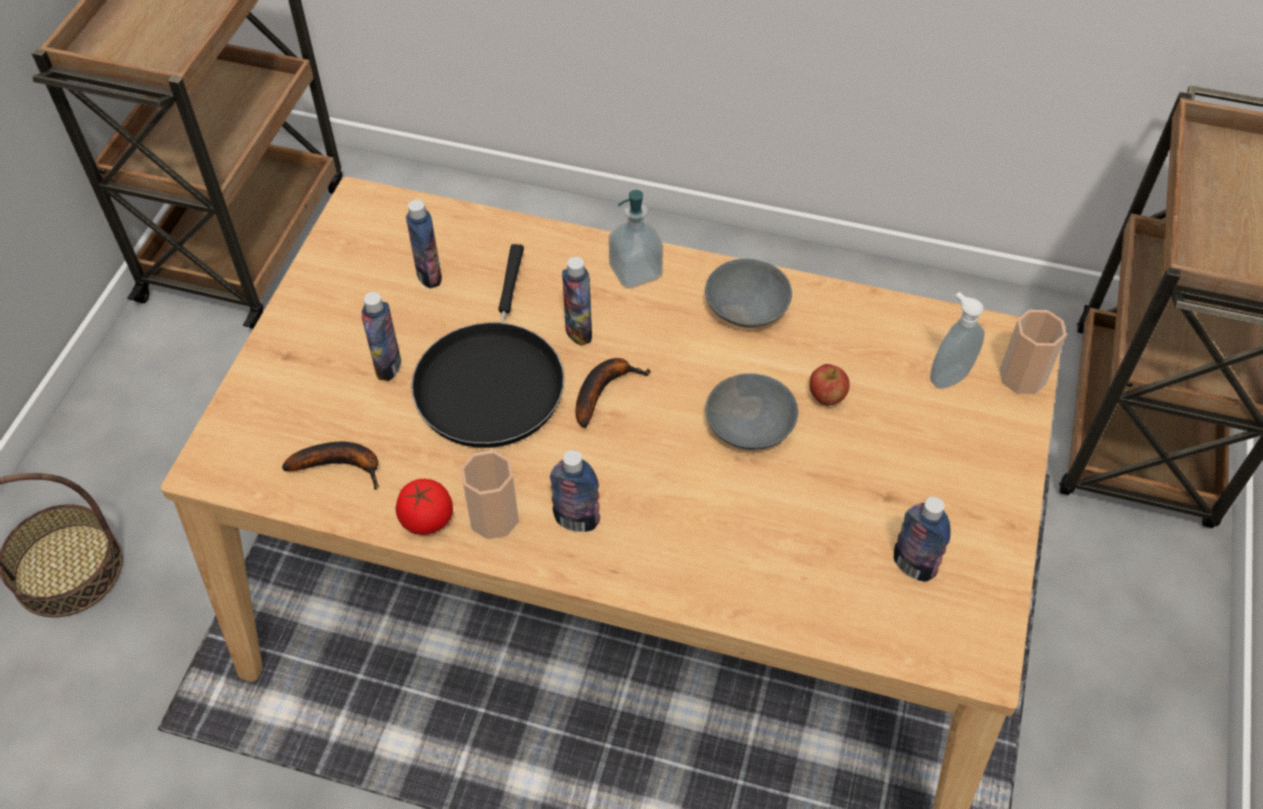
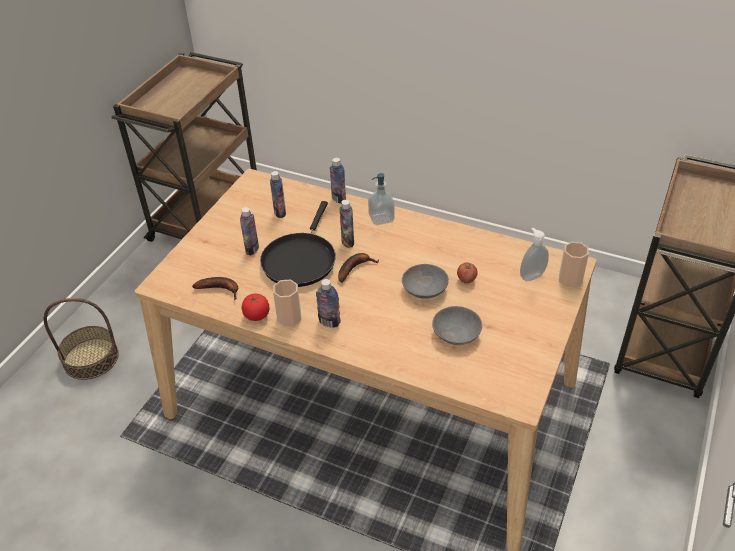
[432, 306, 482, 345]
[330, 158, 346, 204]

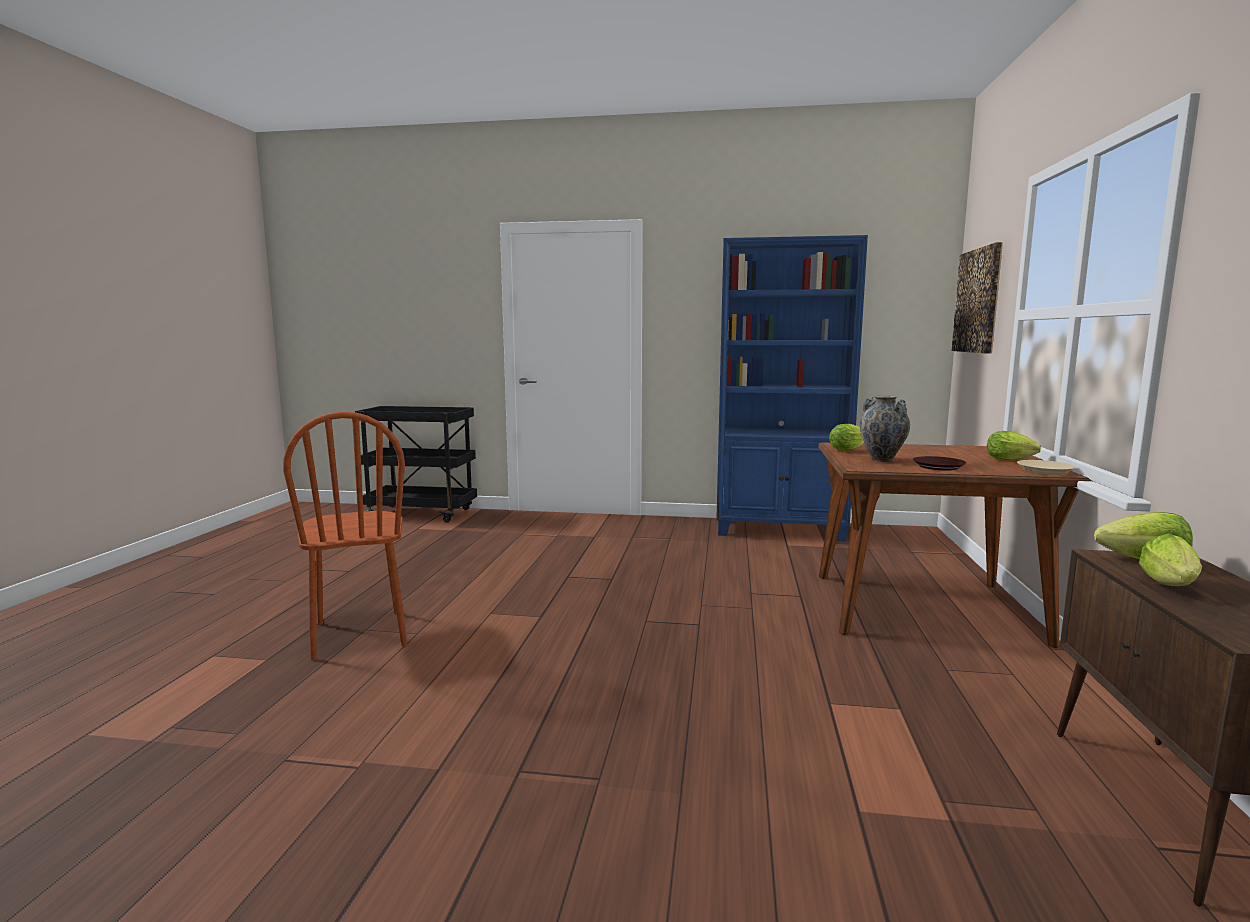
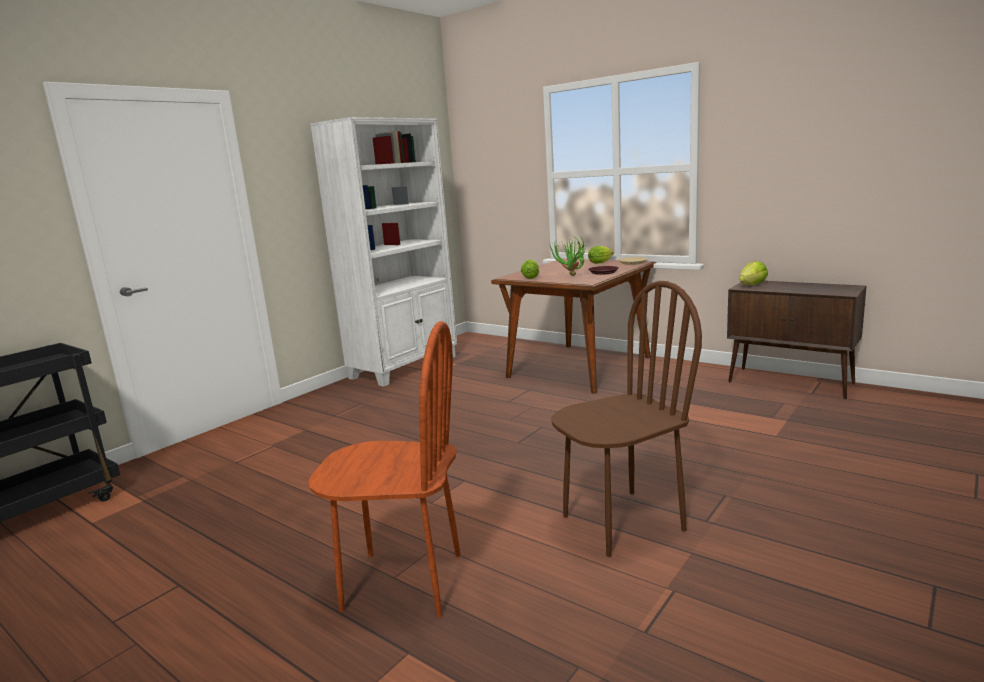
[310, 117, 457, 387]
[549, 235, 586, 276]
[952, 242, 1003, 354] (first image)
[1139, 534, 1202, 586] (first image)
[552, 281, 702, 557]

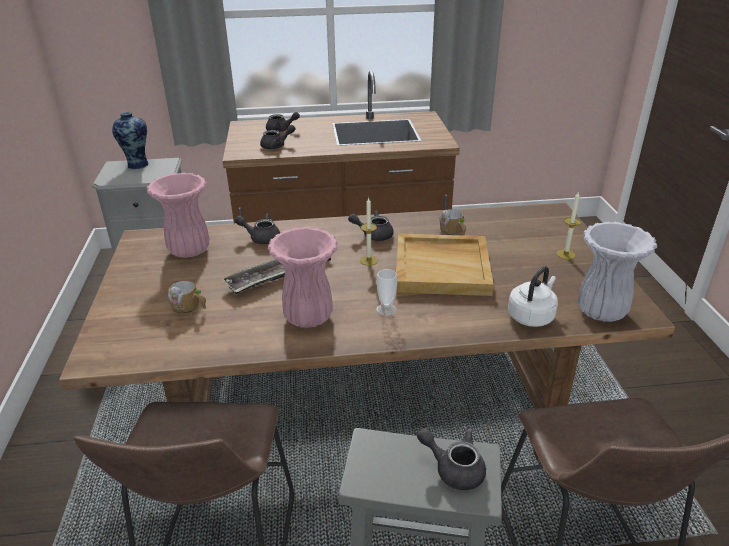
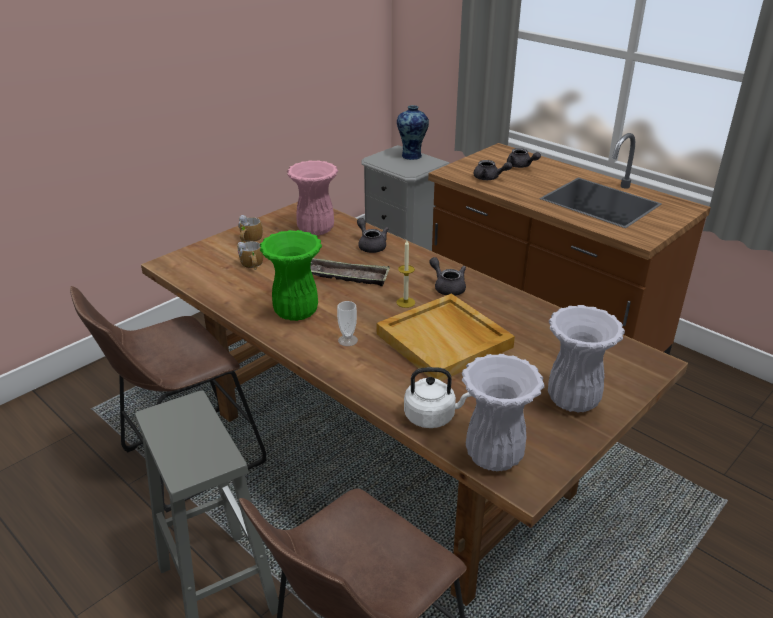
[260, 230, 322, 321]
[417, 428, 486, 490] (first image)
[238, 215, 263, 242]
[548, 305, 625, 413]

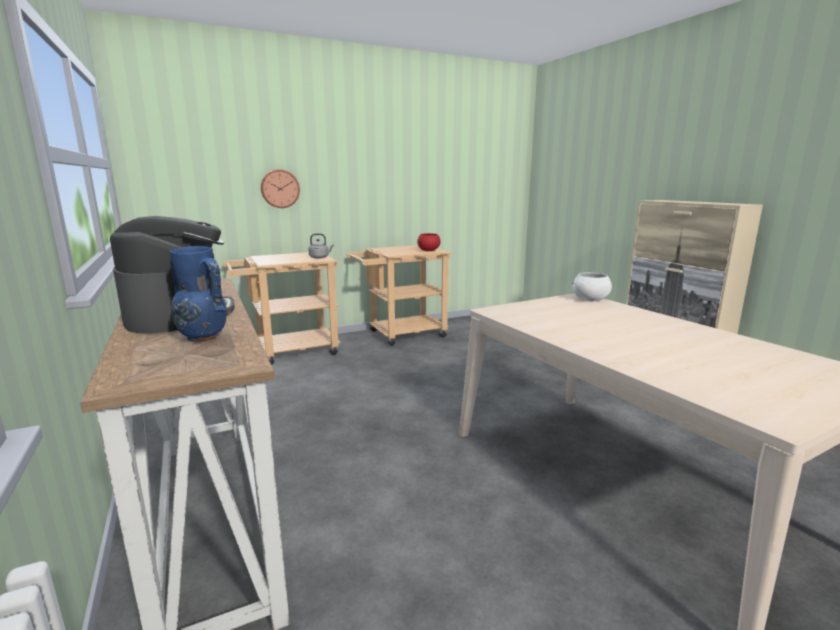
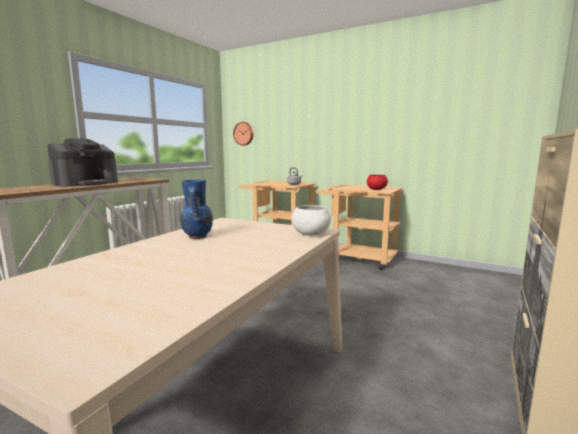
[180, 179, 213, 239]
[233, 122, 253, 145]

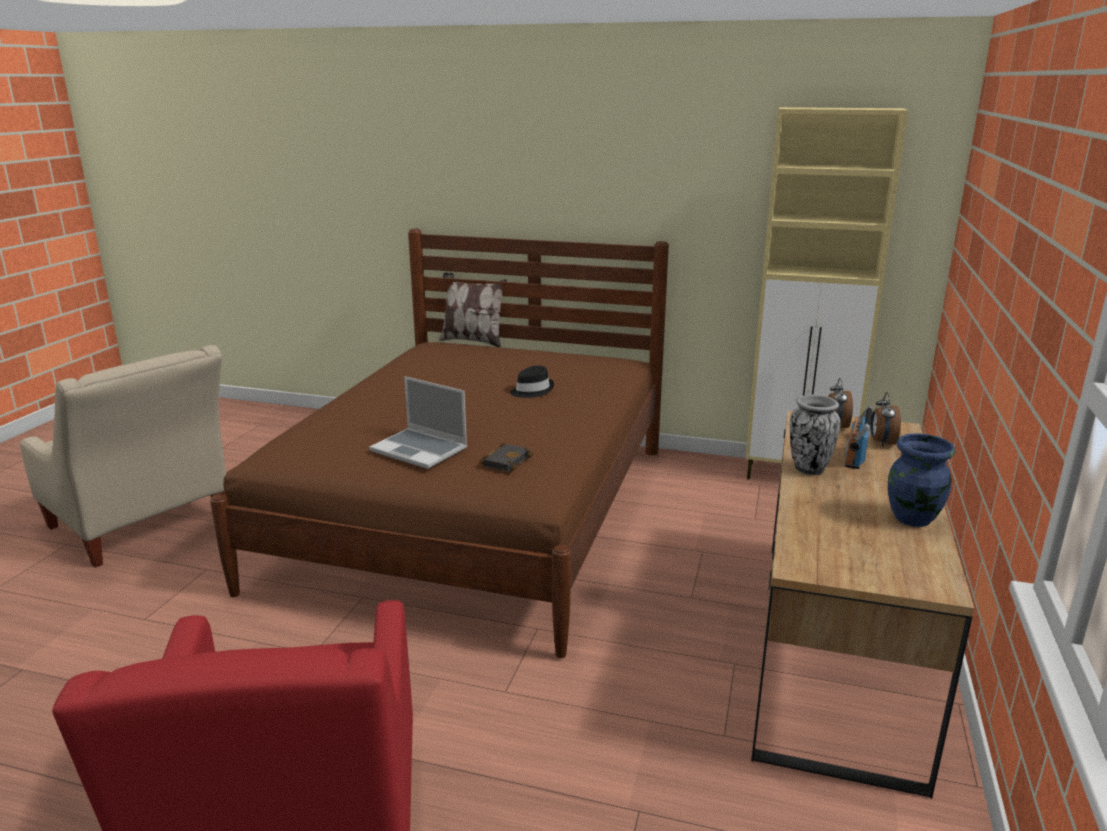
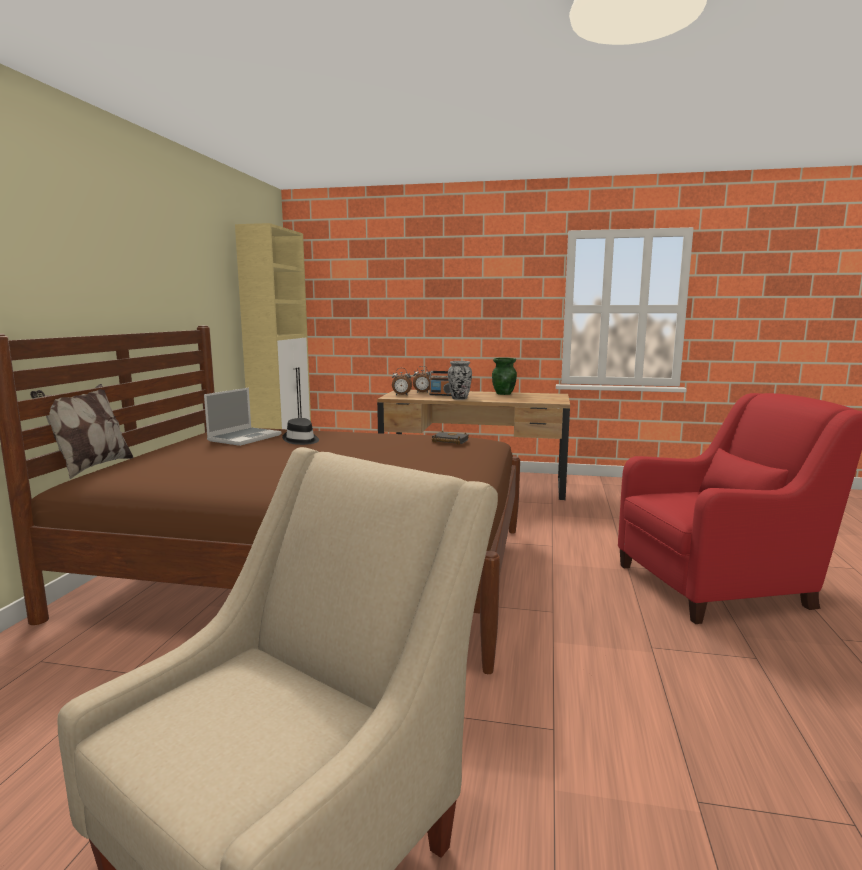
[204, 388, 281, 446]
[492, 358, 517, 395]

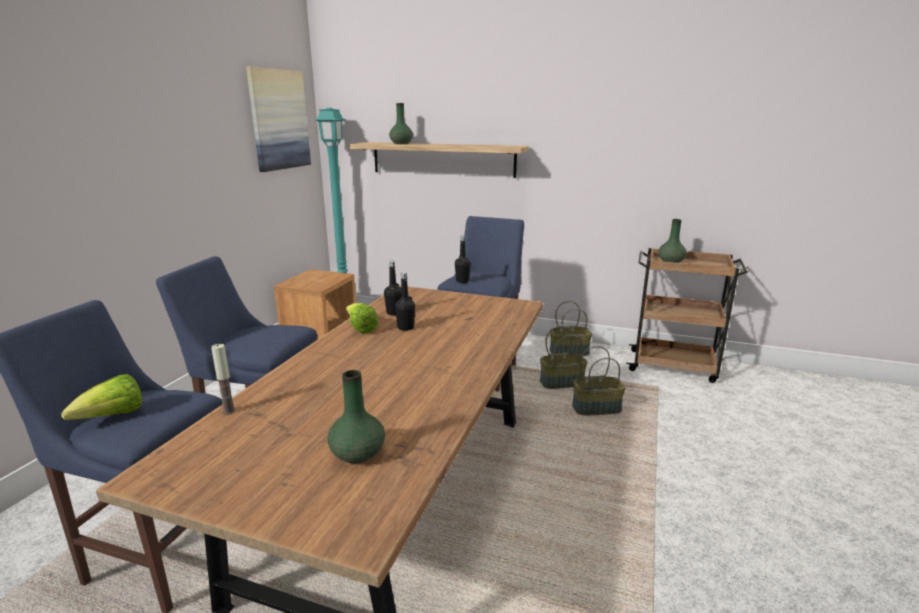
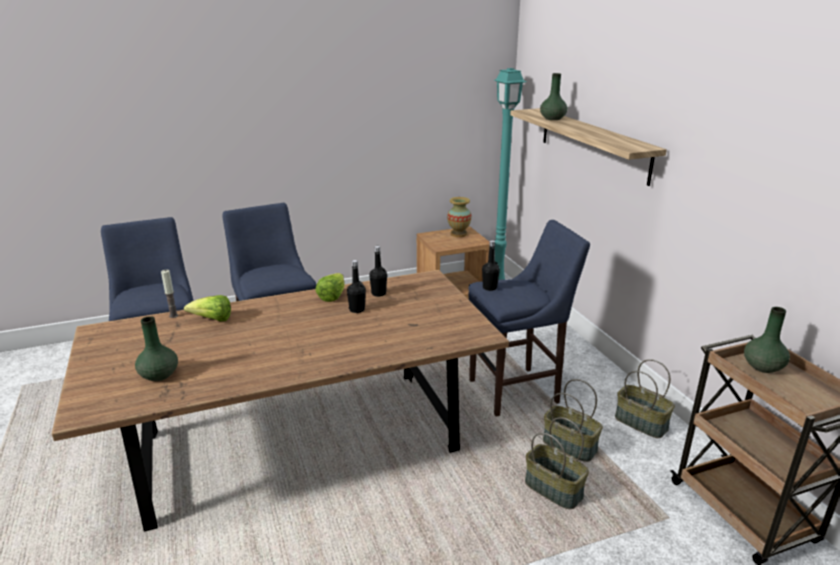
[184, 295, 231, 321]
[246, 66, 311, 172] (first image)
[447, 197, 471, 237]

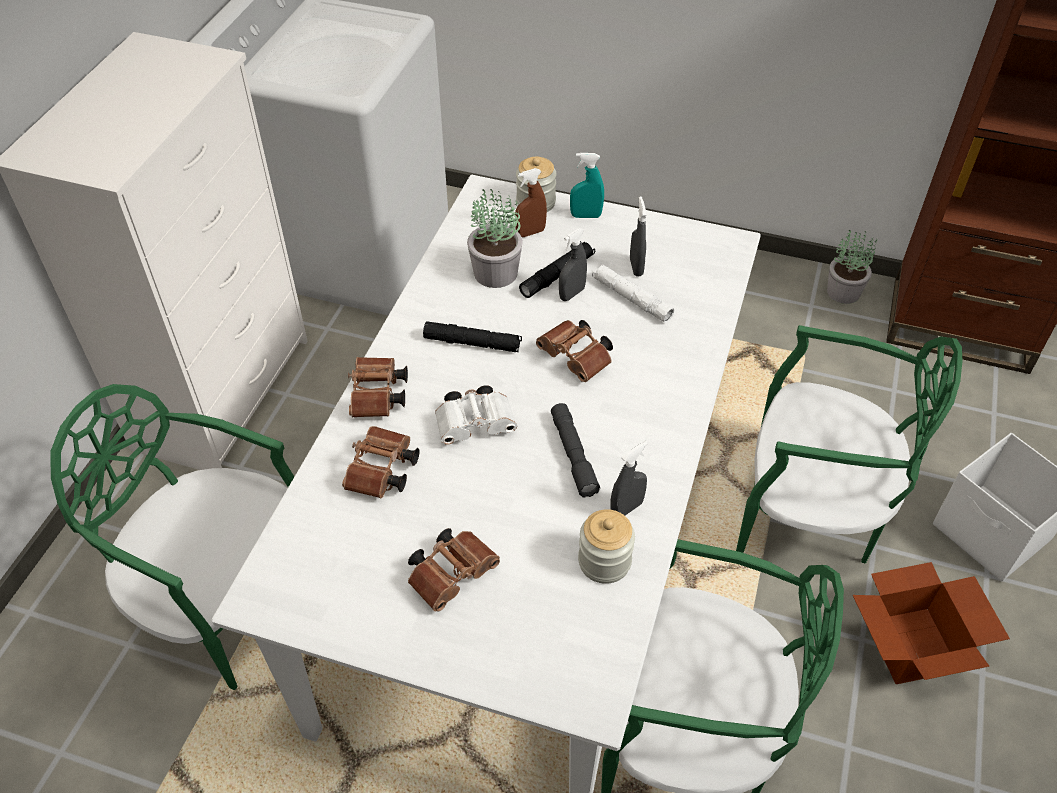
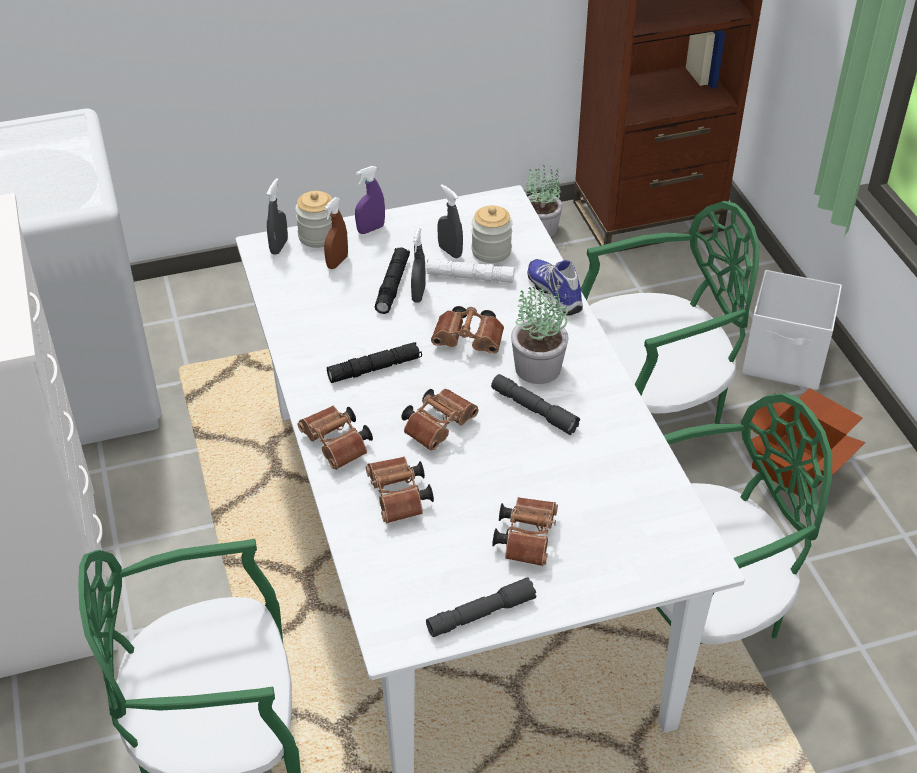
[401, 389, 479, 451]
[511, 286, 569, 384]
[355, 166, 385, 234]
[471, 205, 513, 263]
[267, 178, 288, 255]
[426, 577, 536, 637]
[527, 259, 583, 316]

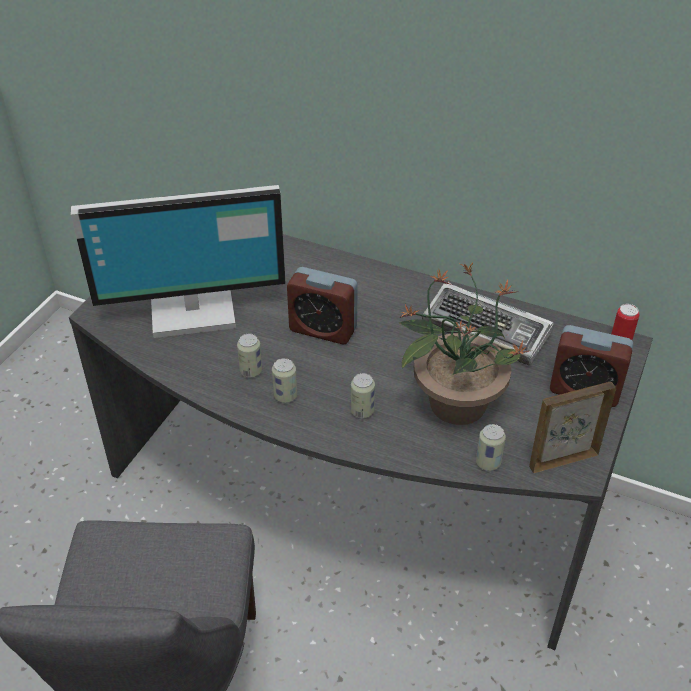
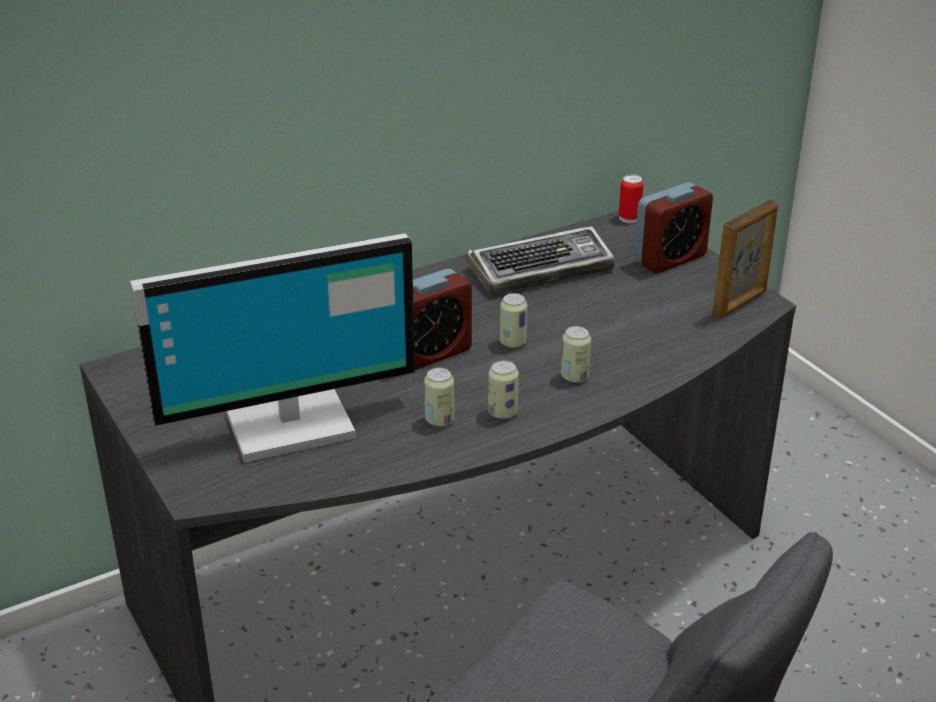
[130, 233, 415, 463]
[399, 262, 533, 425] (first image)
[500, 293, 527, 348]
[712, 200, 778, 318]

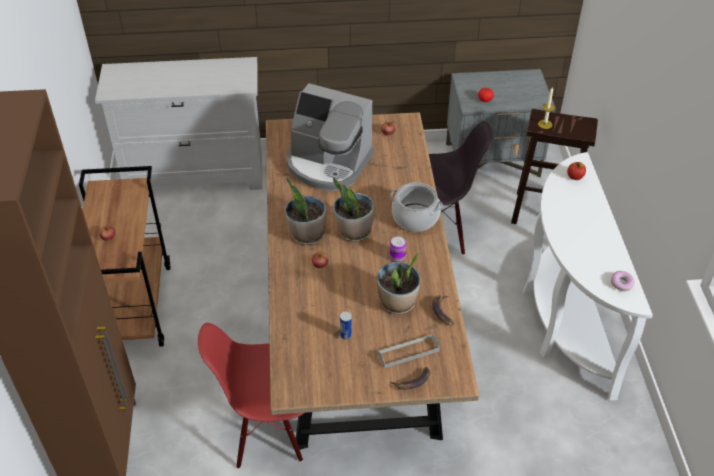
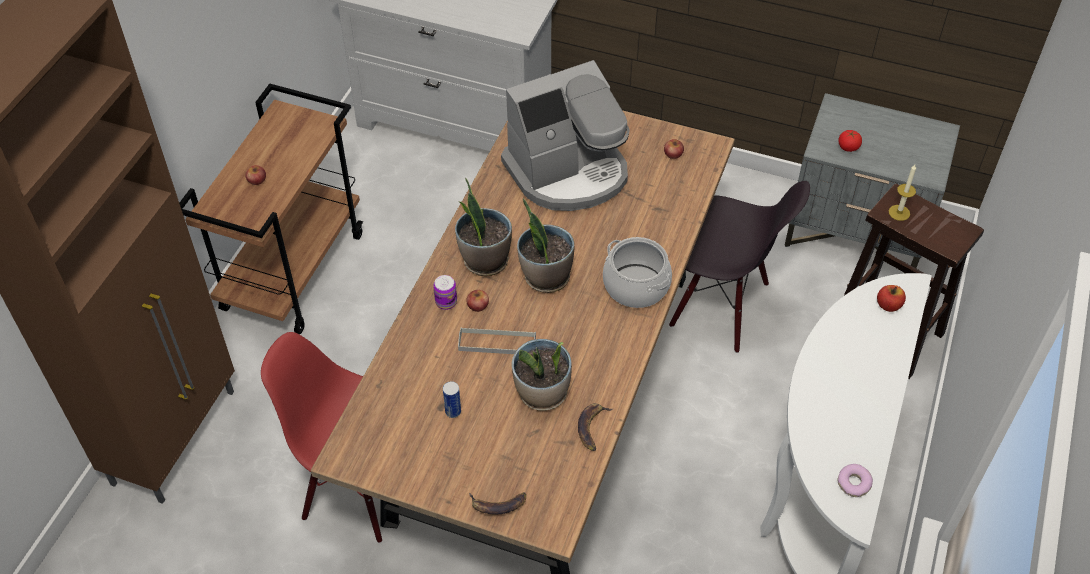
[501, 60, 630, 211]
[458, 327, 536, 354]
[433, 275, 457, 310]

